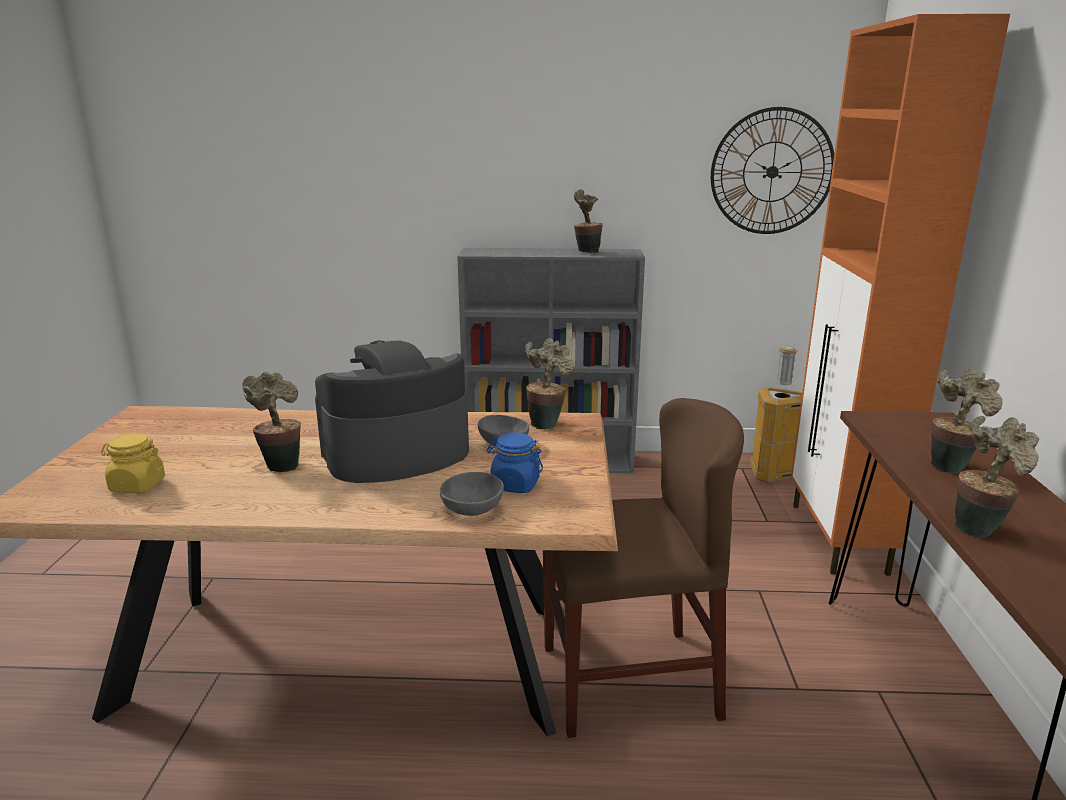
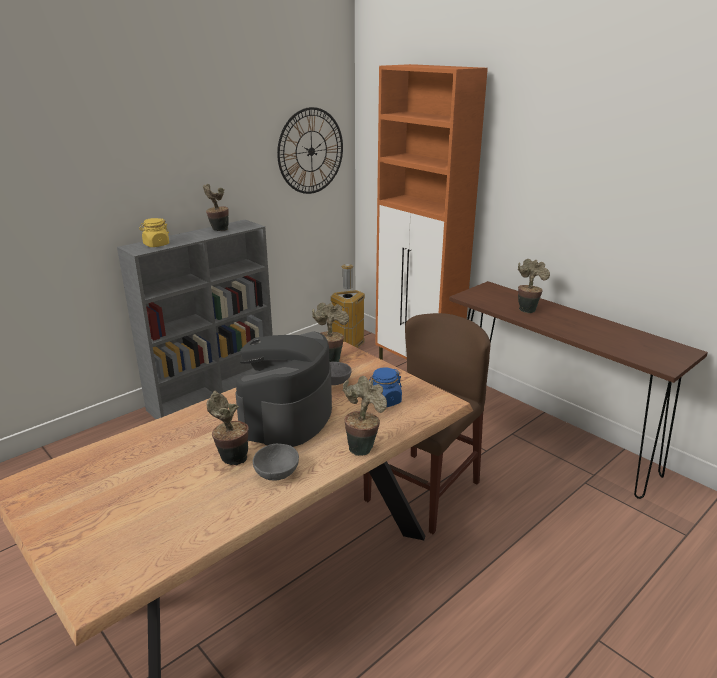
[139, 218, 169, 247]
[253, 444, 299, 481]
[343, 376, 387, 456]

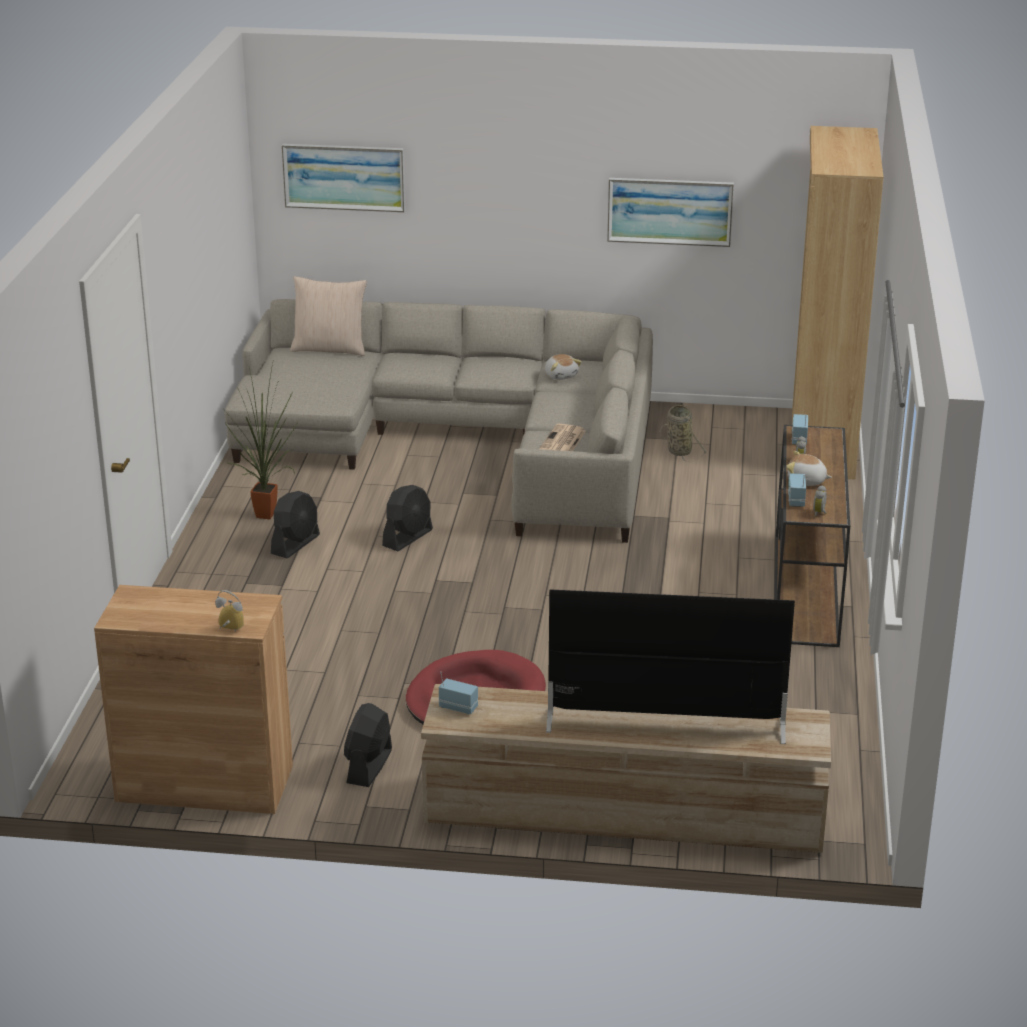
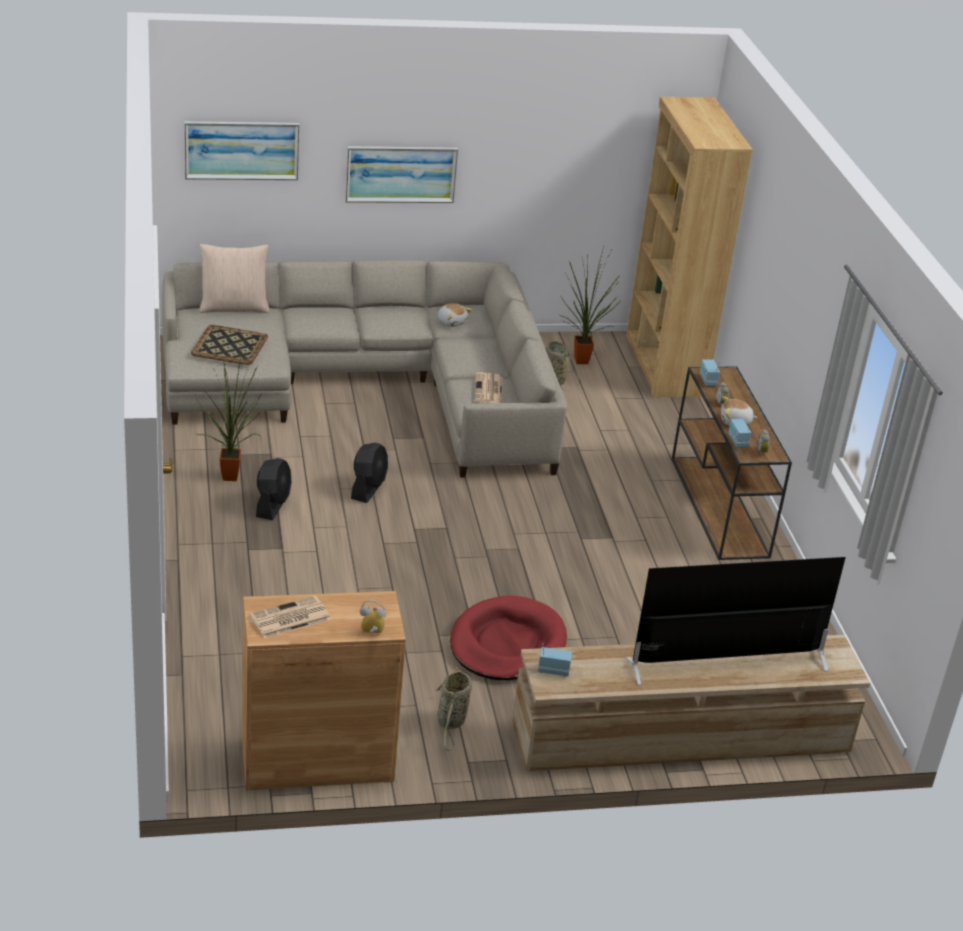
[436, 667, 472, 751]
[345, 146, 458, 203]
[191, 325, 268, 365]
[249, 596, 331, 638]
[560, 247, 620, 364]

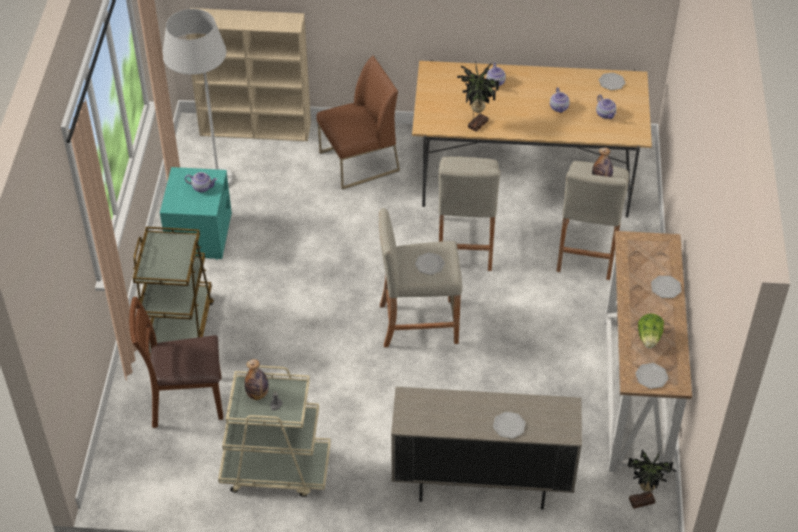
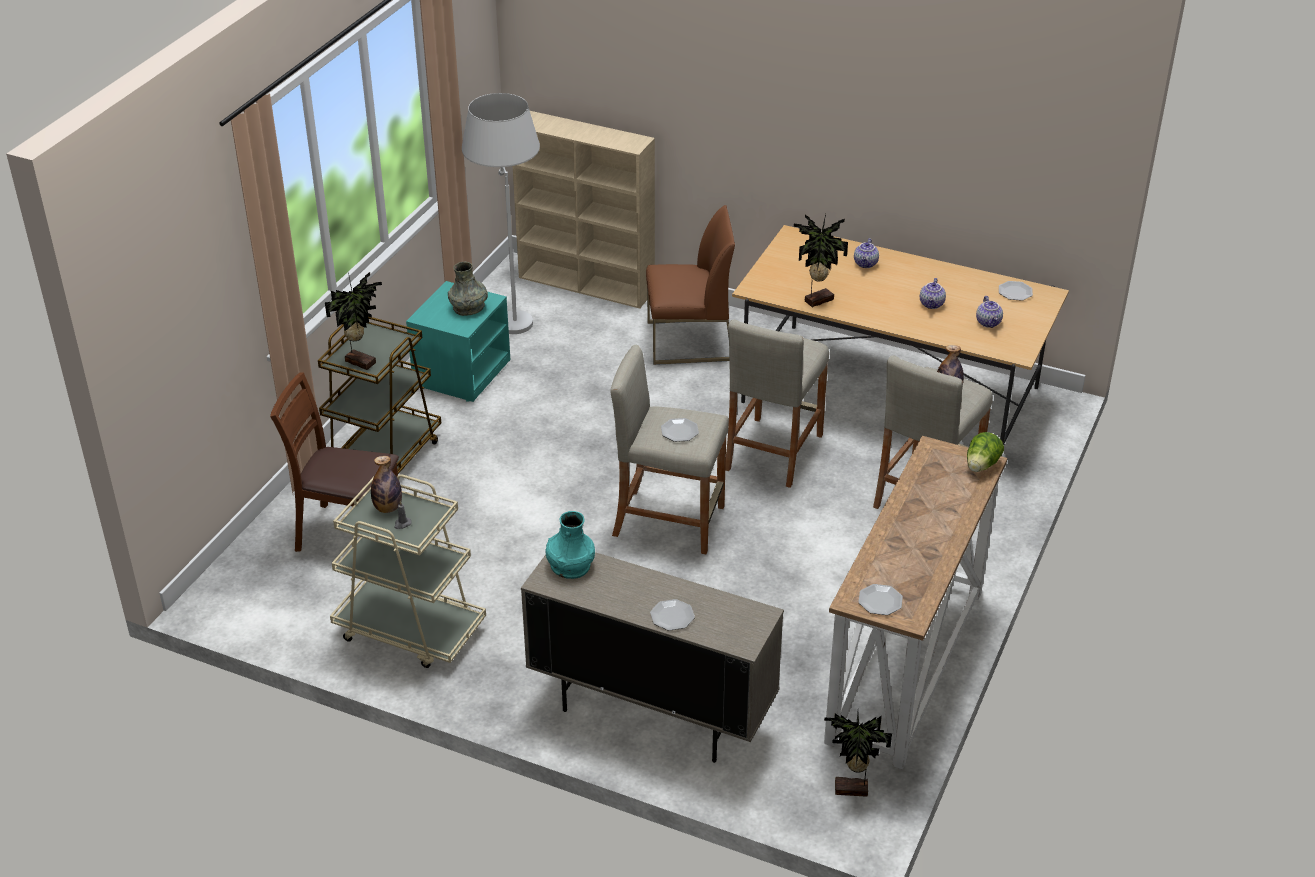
[448, 262, 488, 316]
[967, 432, 1004, 472]
[651, 276, 681, 298] (first image)
[325, 272, 382, 370]
[546, 511, 595, 579]

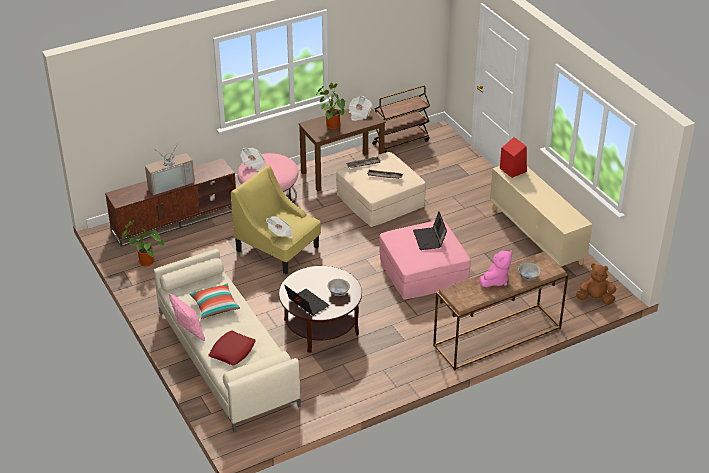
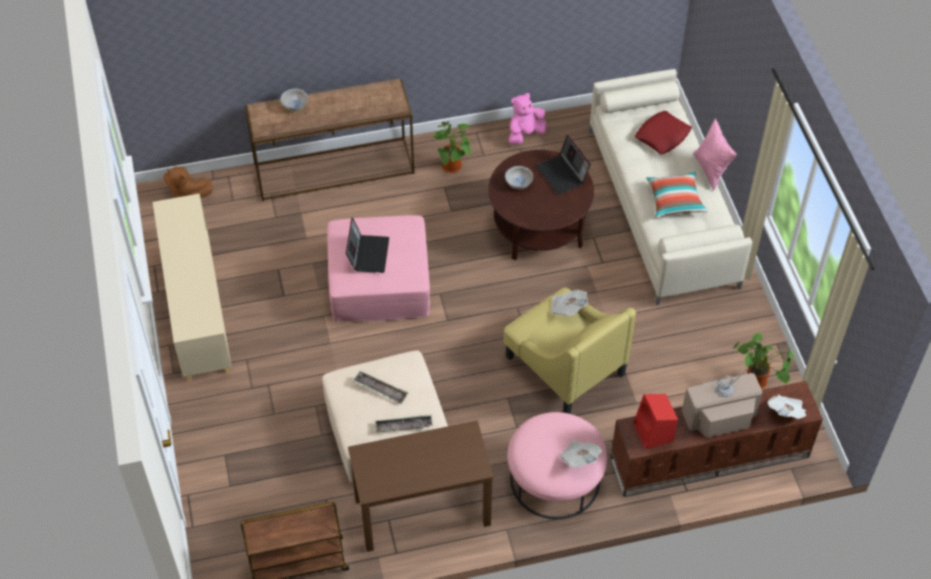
[432, 121, 471, 173]
[768, 395, 807, 419]
[509, 93, 547, 145]
[633, 394, 678, 449]

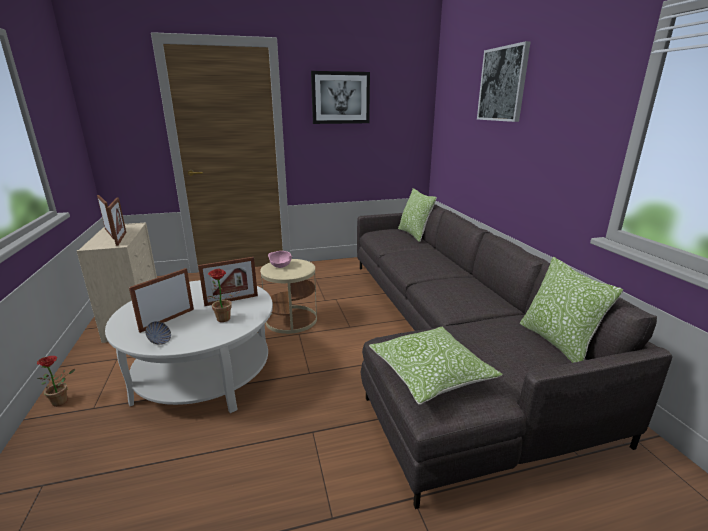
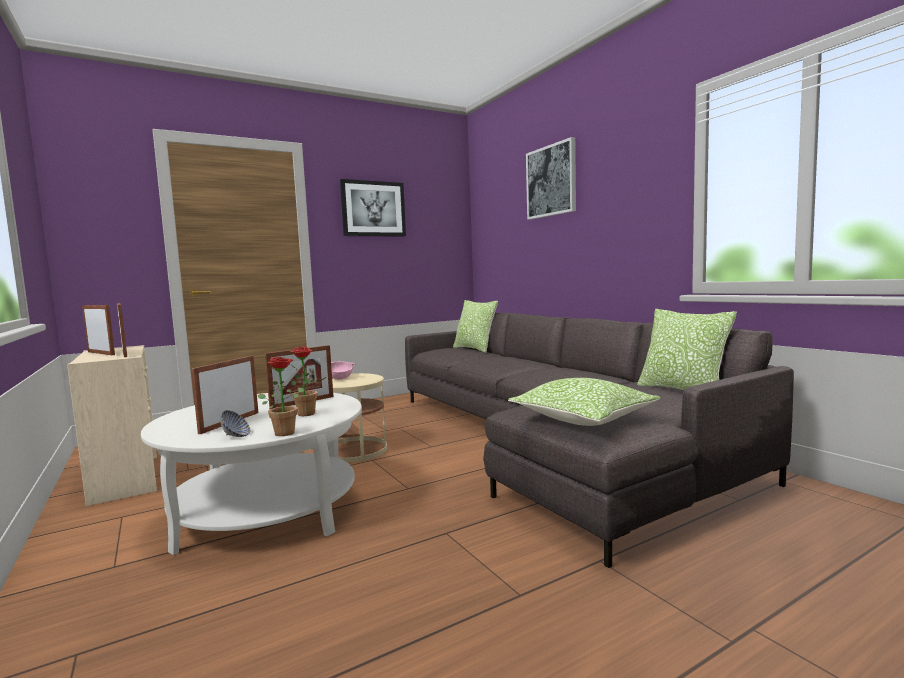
[258, 357, 313, 436]

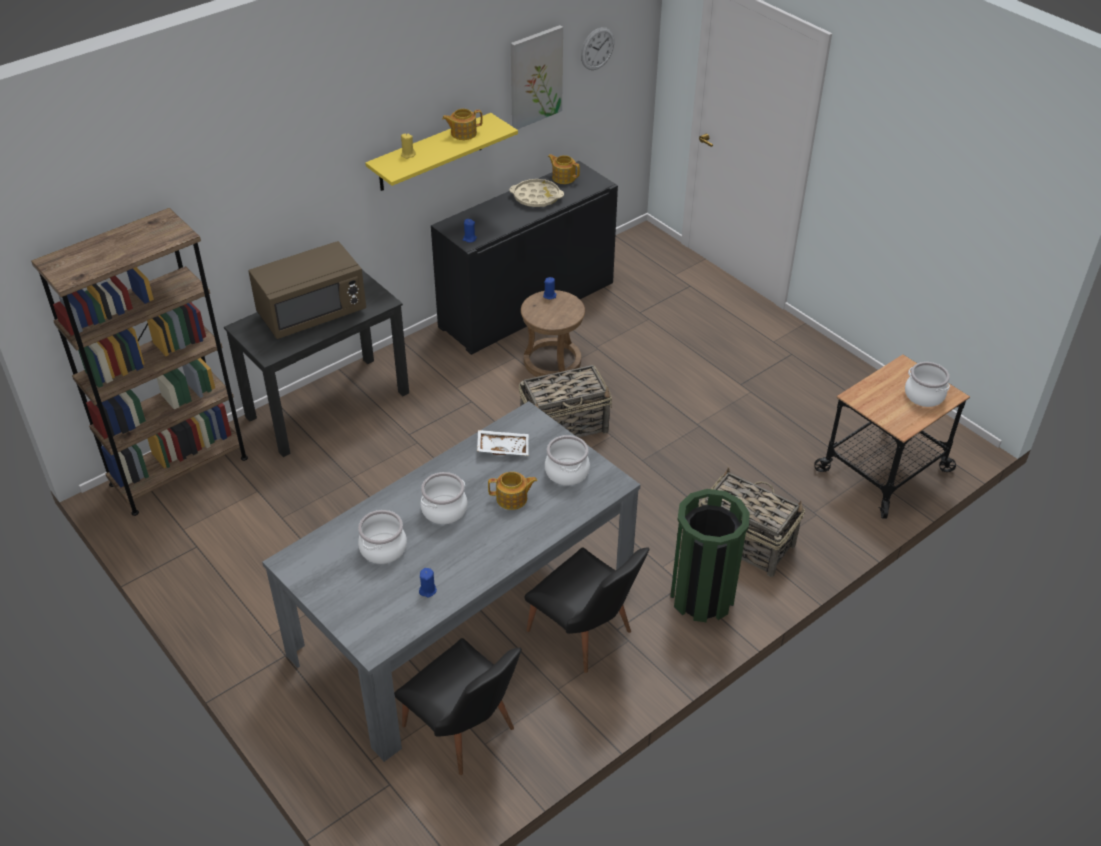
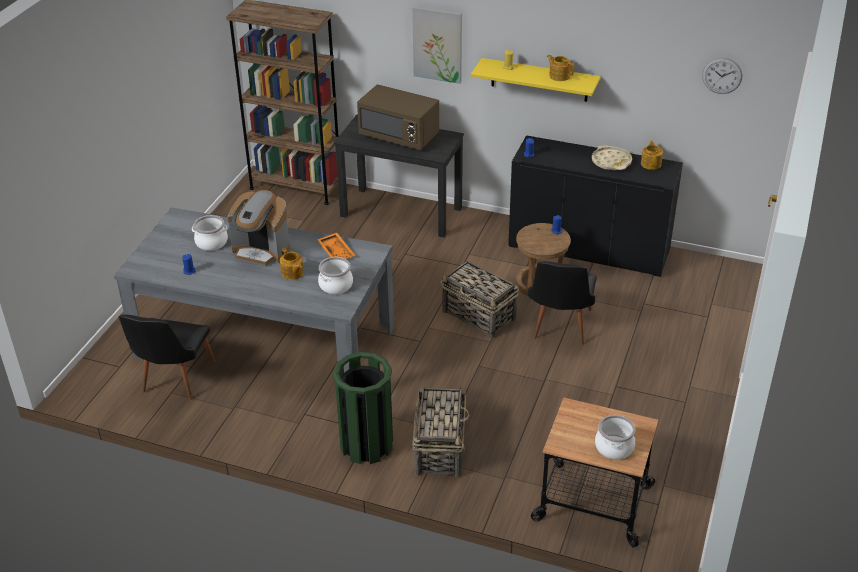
[227, 190, 290, 267]
[317, 233, 355, 259]
[412, 6, 462, 84]
[528, 261, 597, 345]

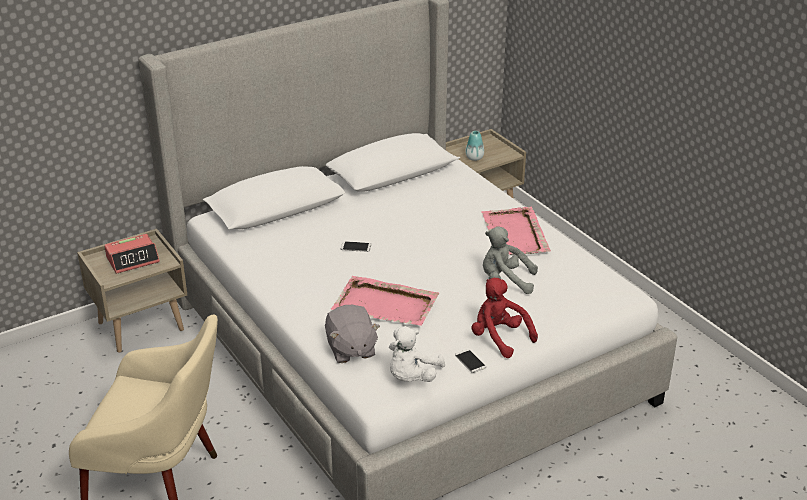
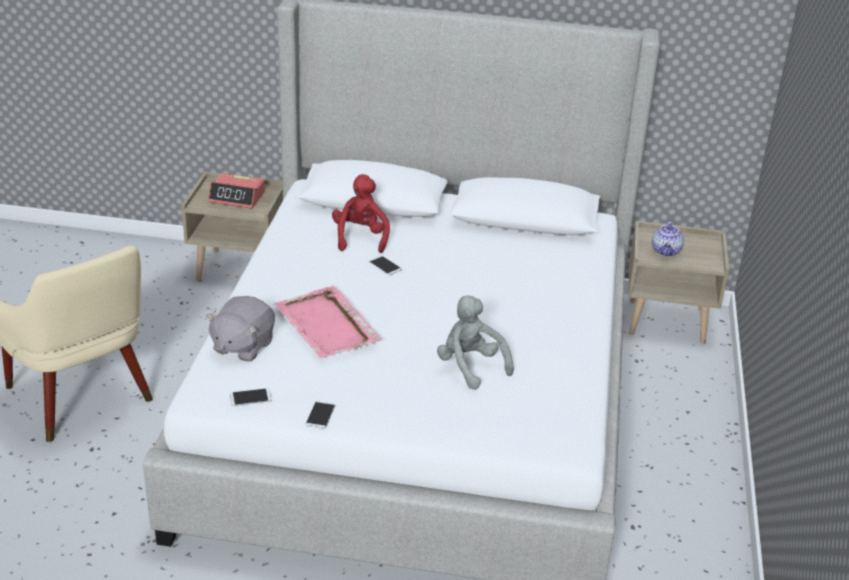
[230, 388, 272, 406]
[652, 220, 684, 256]
[332, 174, 390, 253]
[481, 207, 551, 255] (first image)

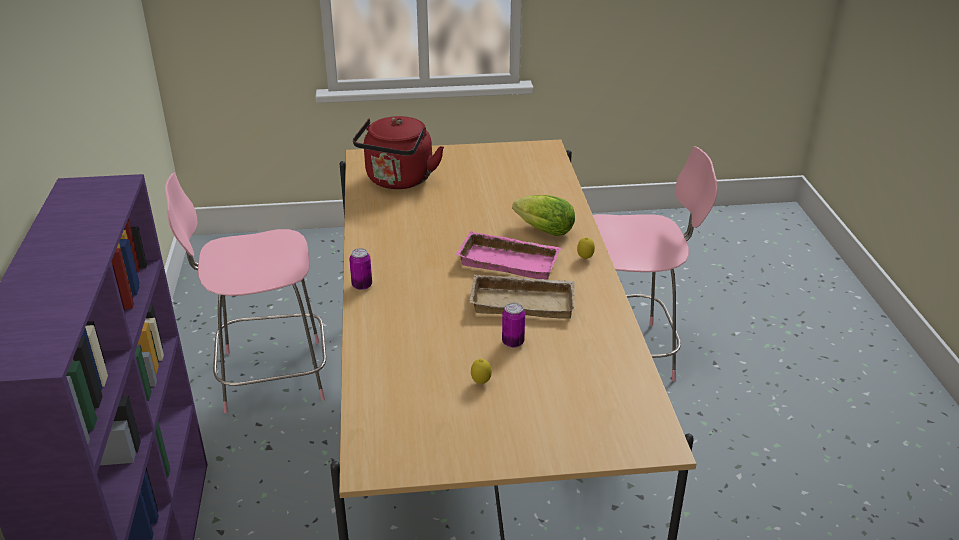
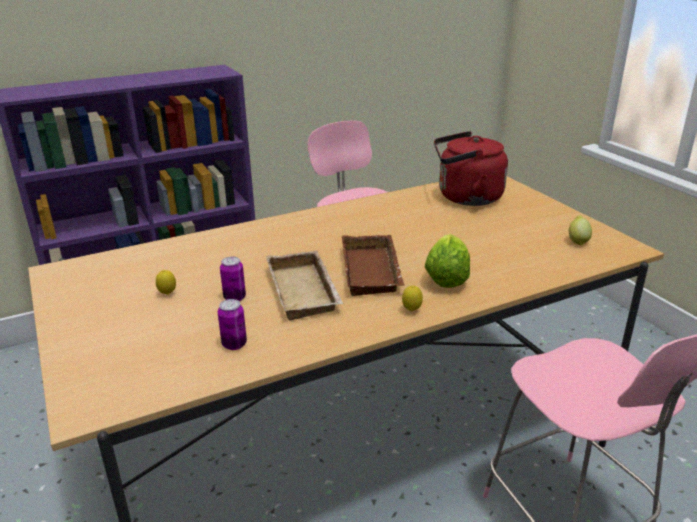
[217, 299, 247, 350]
[342, 235, 405, 296]
[569, 215, 592, 246]

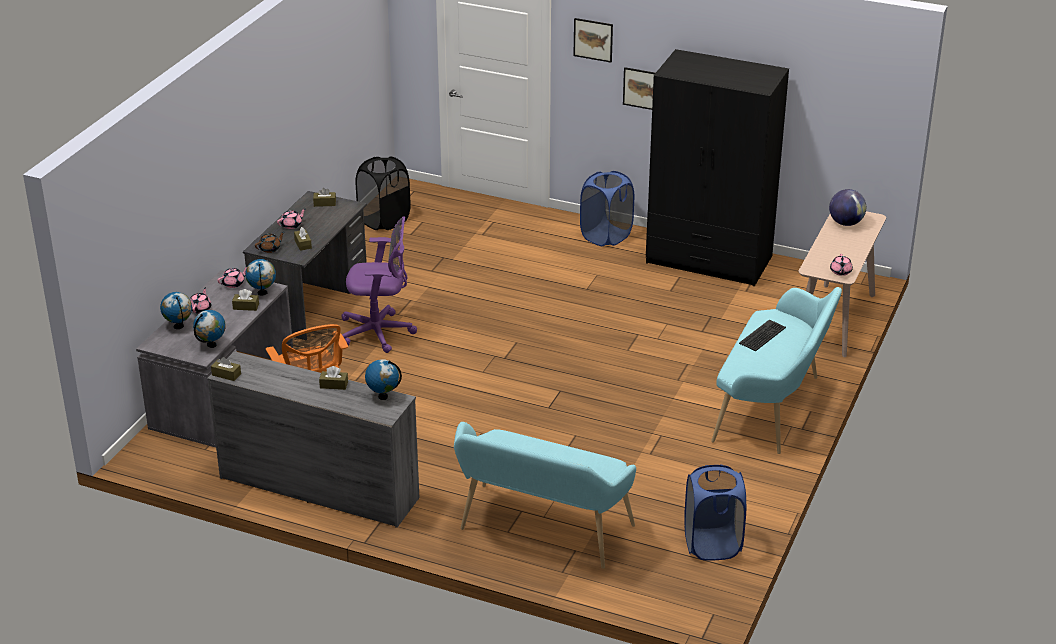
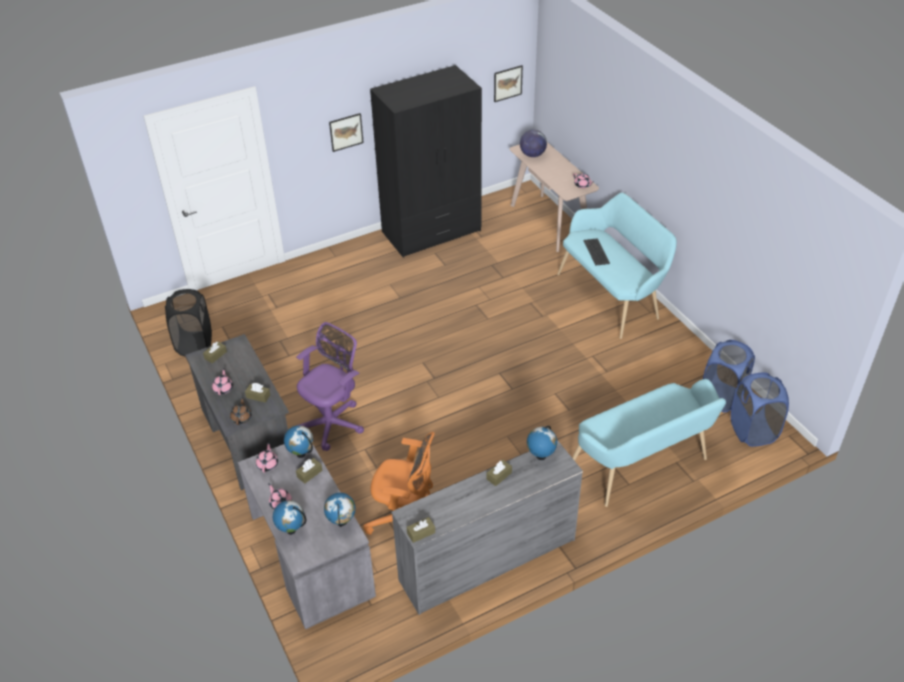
[494, 65, 523, 102]
[731, 373, 789, 447]

